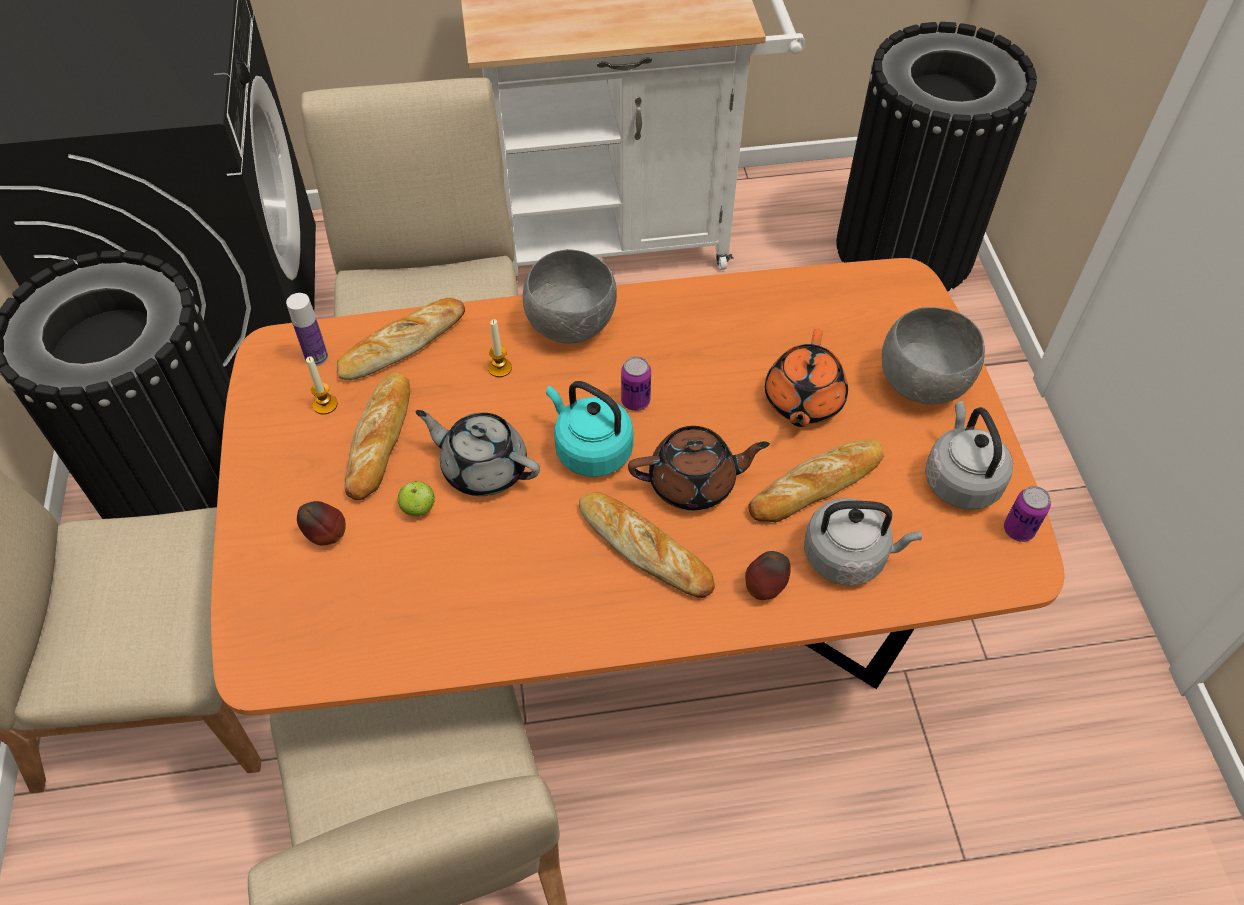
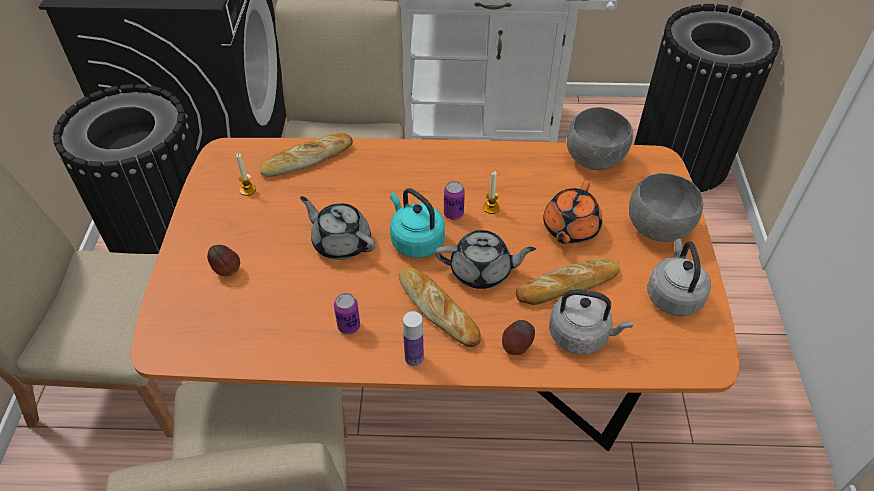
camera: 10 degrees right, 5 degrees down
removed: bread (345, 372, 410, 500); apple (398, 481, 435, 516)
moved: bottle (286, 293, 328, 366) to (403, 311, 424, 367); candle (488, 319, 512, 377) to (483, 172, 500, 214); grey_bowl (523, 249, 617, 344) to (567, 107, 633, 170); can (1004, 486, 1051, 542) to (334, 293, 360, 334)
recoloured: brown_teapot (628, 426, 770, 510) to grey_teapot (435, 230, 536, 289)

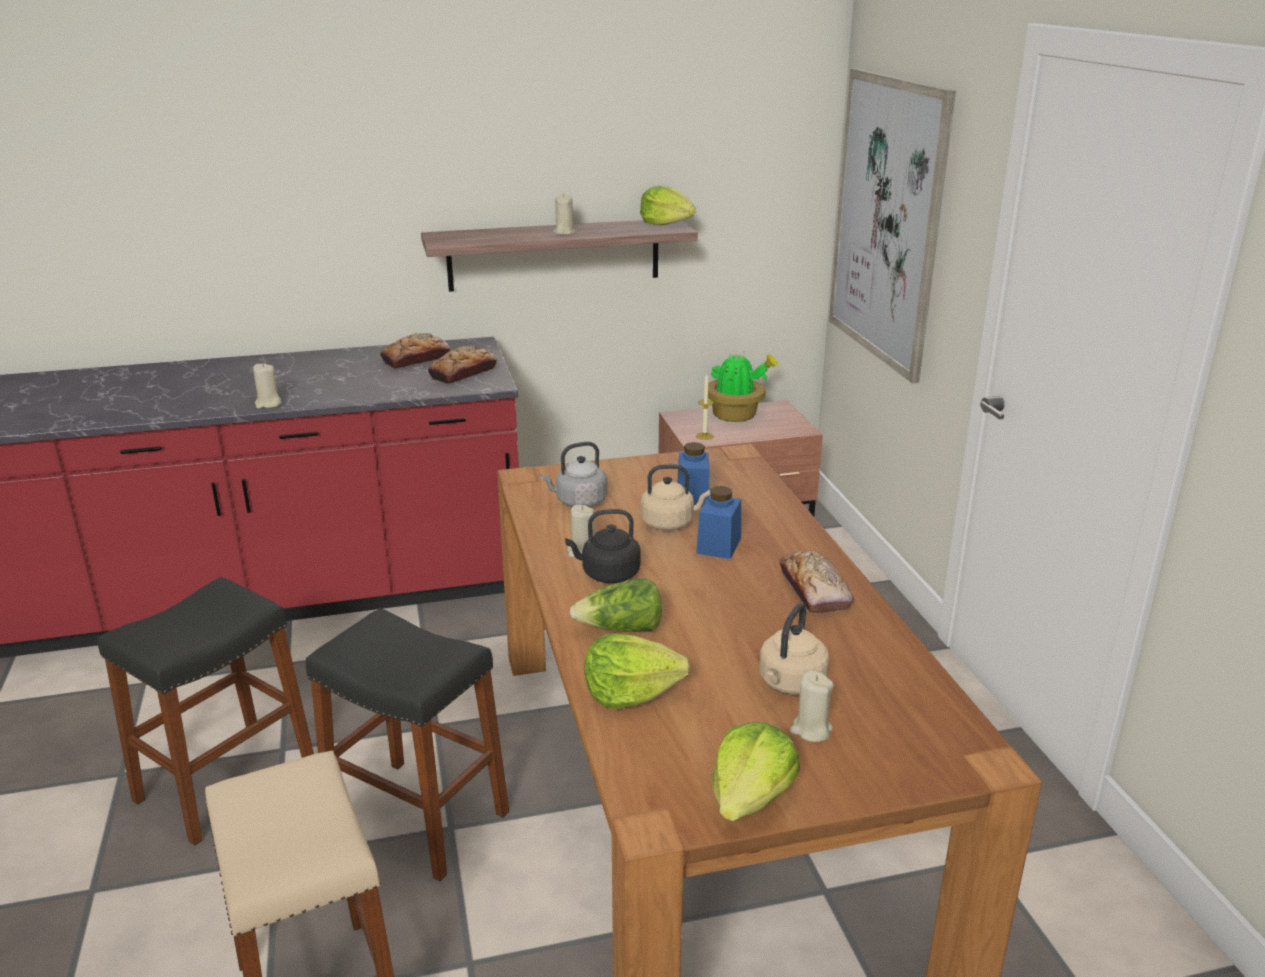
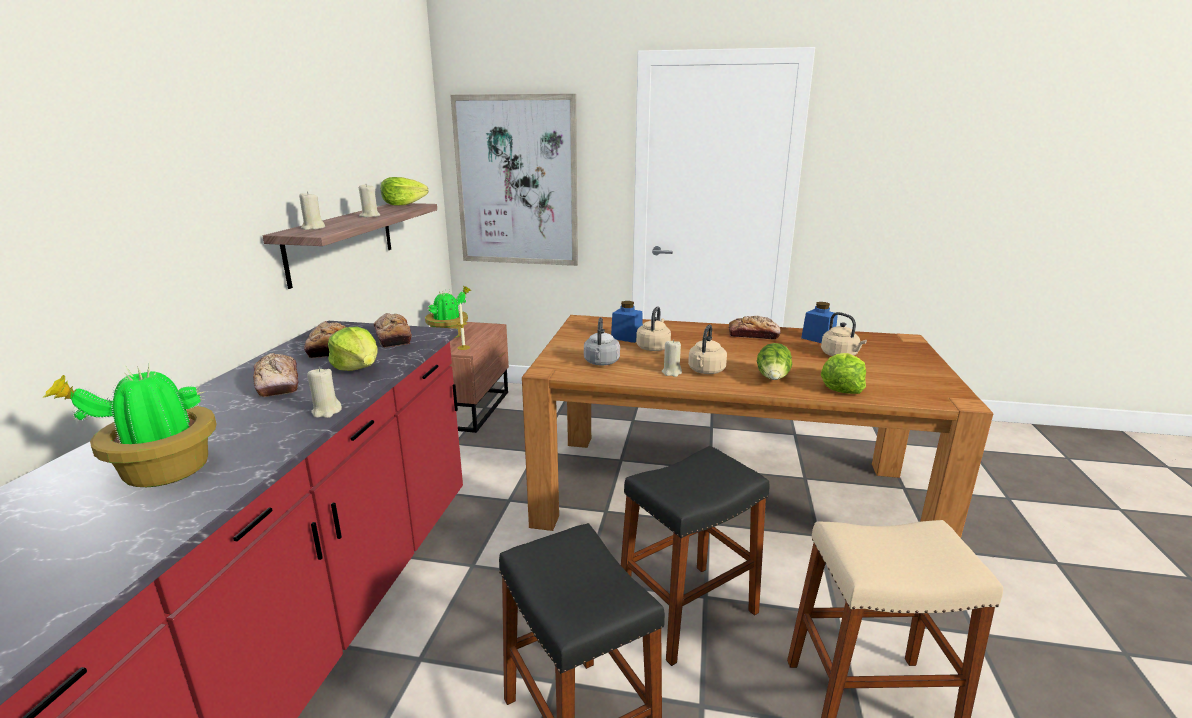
camera: 65 degrees left, 5 degrees down
added: potted_plant (42, 362, 217, 487); bread (253, 353, 299, 397)
moved: blue_jar (696, 486, 741, 559) to (801, 302, 838, 343); lettuce (712, 722, 800, 821) to (328, 326, 378, 371); beige_candle (790, 671, 834, 742) to (299, 191, 325, 230)
recoloured: black_kettle (565, 509, 640, 583) to beige_kettle (688, 324, 727, 374)

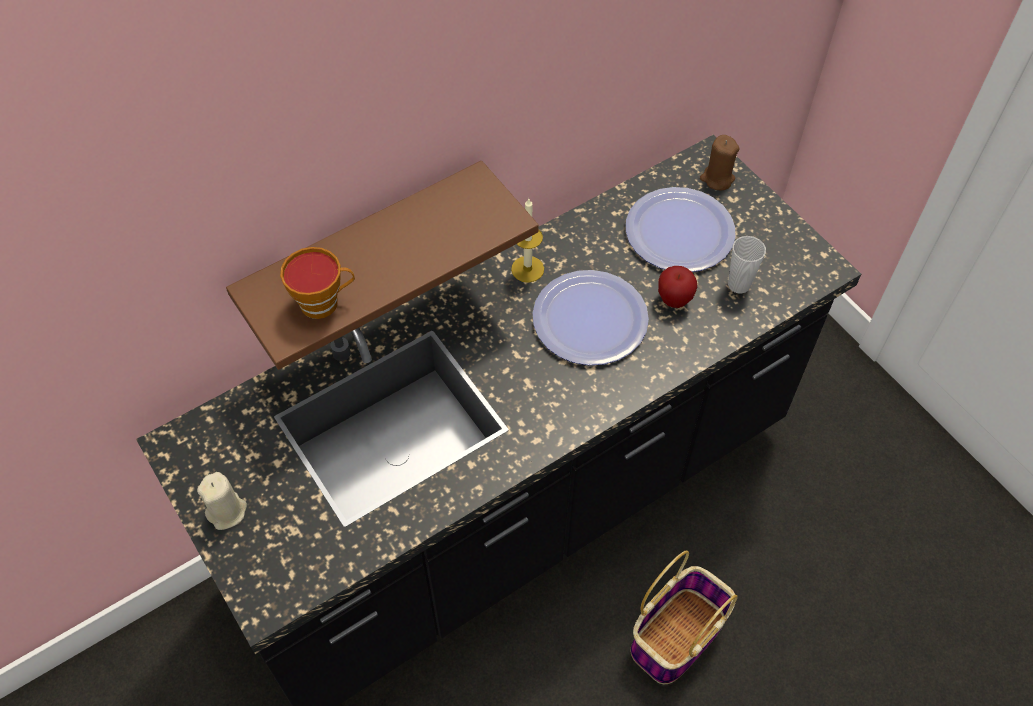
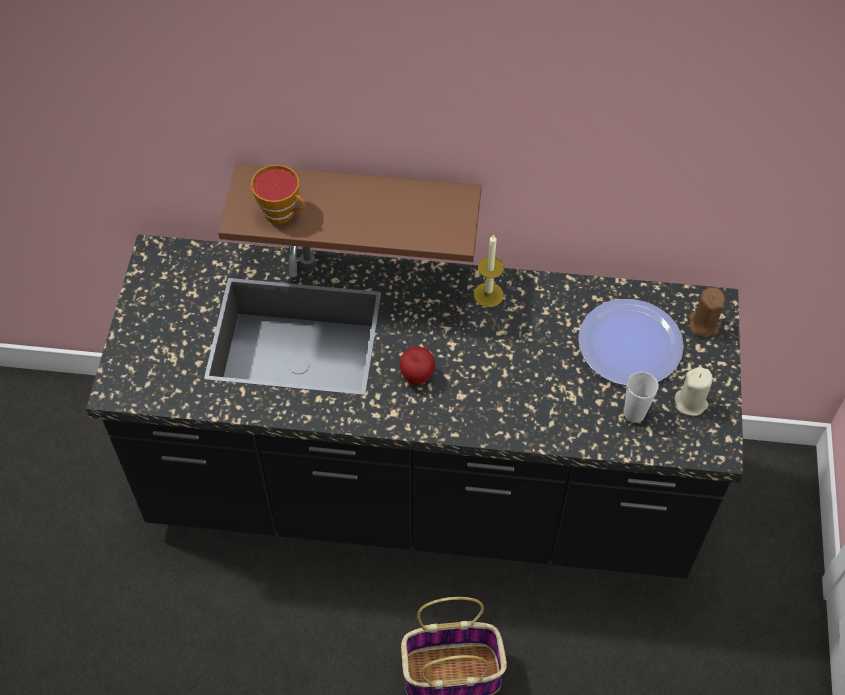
camera: 40 degrees right, 0 degrees up
removed: plate (533, 270, 649, 365)
moved: beige_candle (197, 472, 247, 530) to (675, 367, 713, 416); apple (658, 266, 697, 308) to (399, 346, 435, 385)

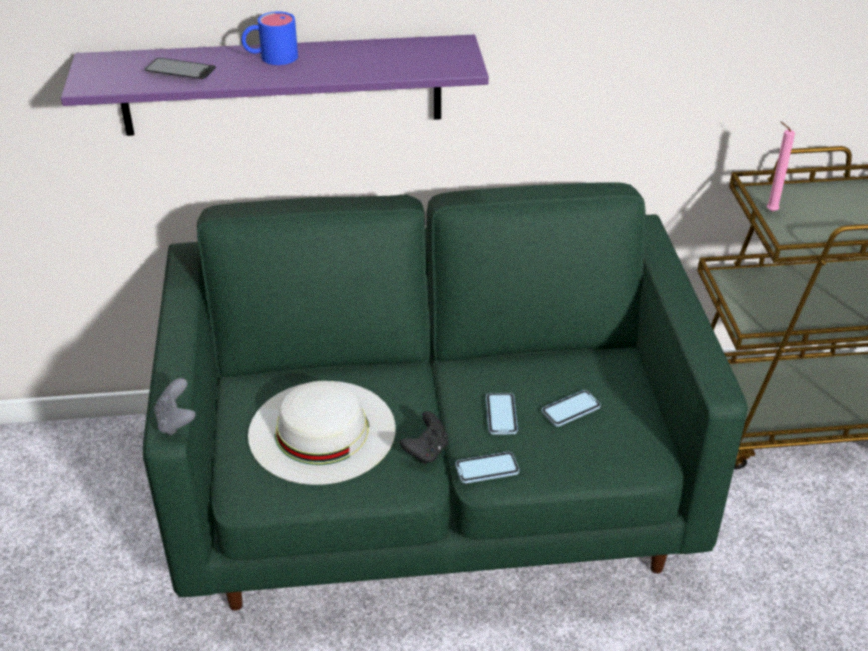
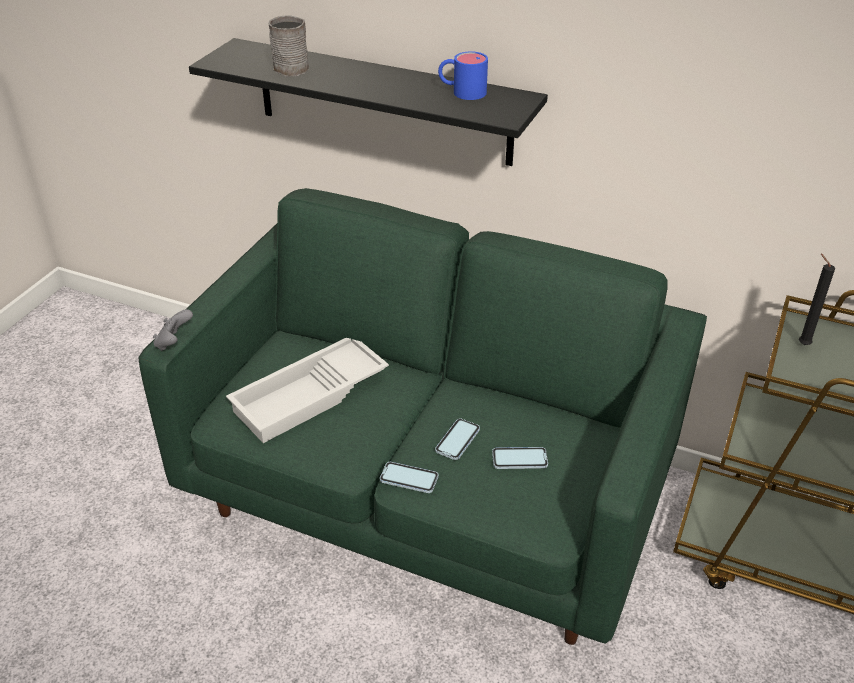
camera: 30 degrees right, 0 degrees up
removed: black_game_controller (399, 411, 448, 464)
moved: blue_mug (241, 12, 298, 65) to (438, 51, 488, 100)
replaced: phone (145, 58, 216, 79) to grey_mug (268, 16, 309, 76); white_hat (248, 381, 396, 485) to white_tray (226, 338, 389, 443)
recoloured: purple_shelf (61, 35, 489, 136) to black_shelf (189, 38, 548, 166); pink_candle (767, 122, 795, 212) to black_candle (799, 254, 835, 345)

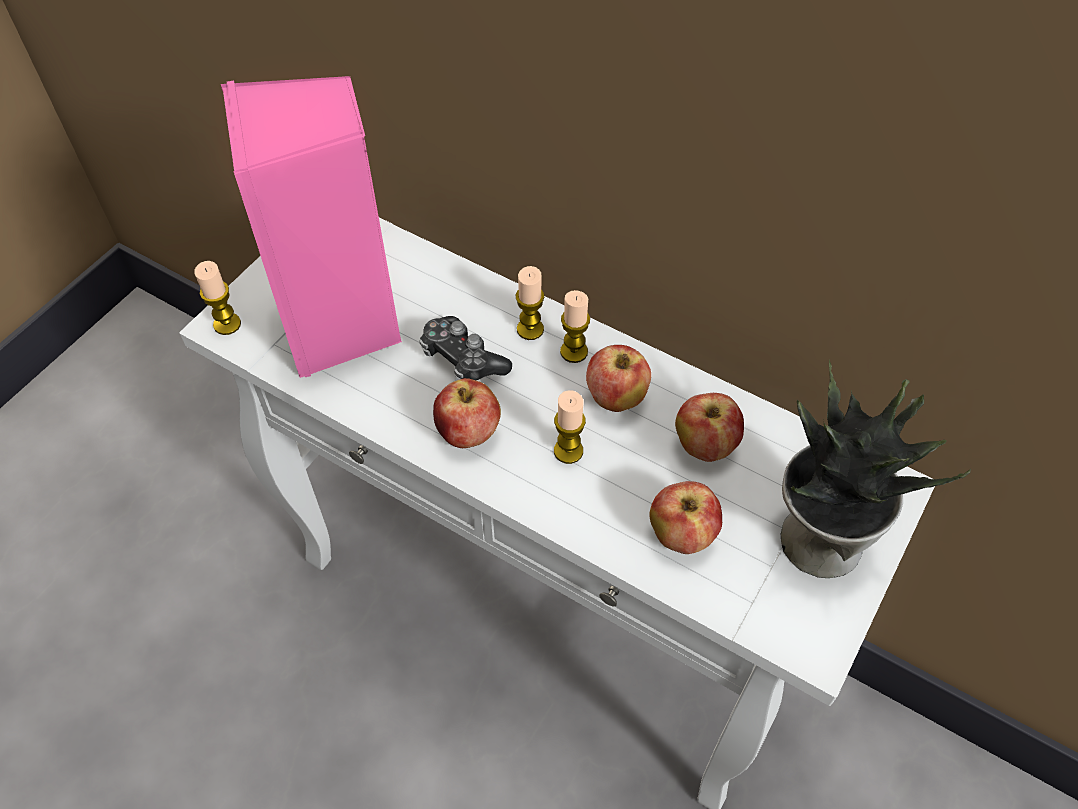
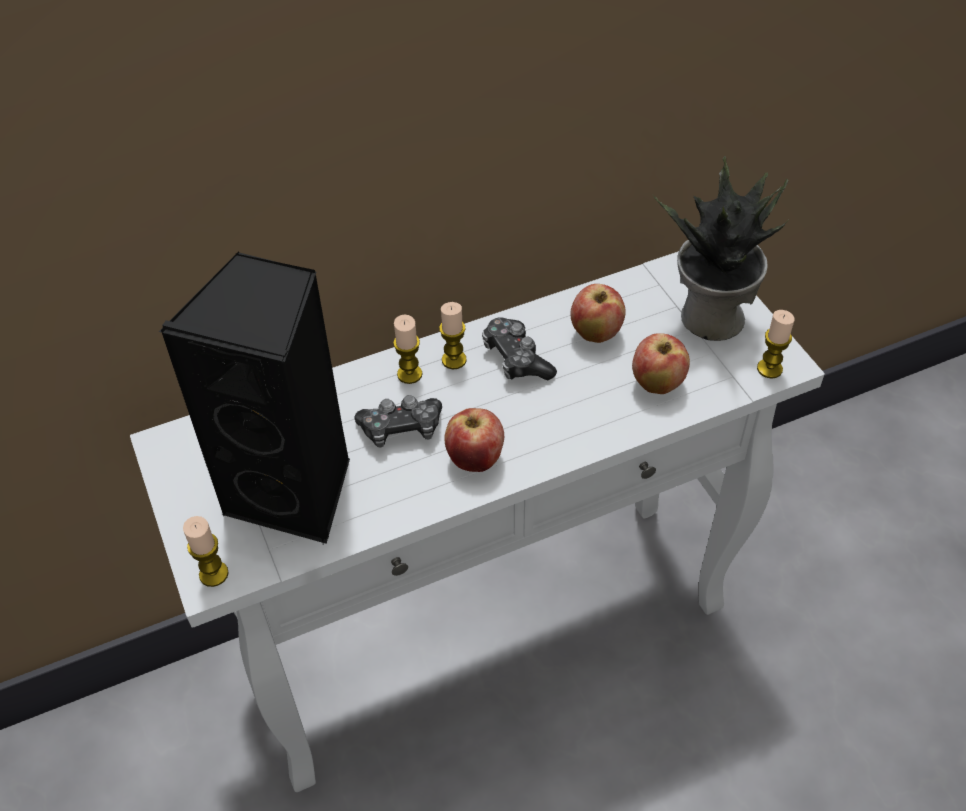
camera: 55 degrees left, 5 degrees down
moved: candle (554, 390, 586, 464) to (757, 310, 794, 379)
replaced: apple (586, 345, 651, 412) to game_controller (482, 317, 557, 380)
recoloured: pink_speaker (221, 76, 402, 378) to black_speaker (159, 252, 350, 544)

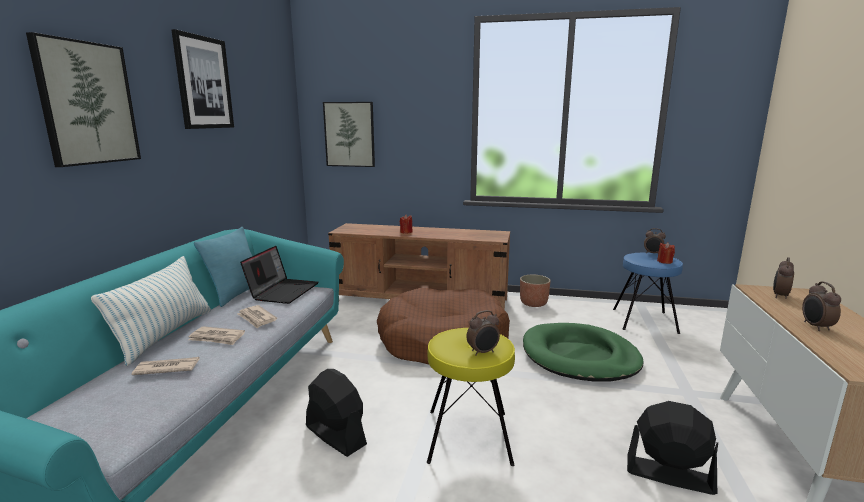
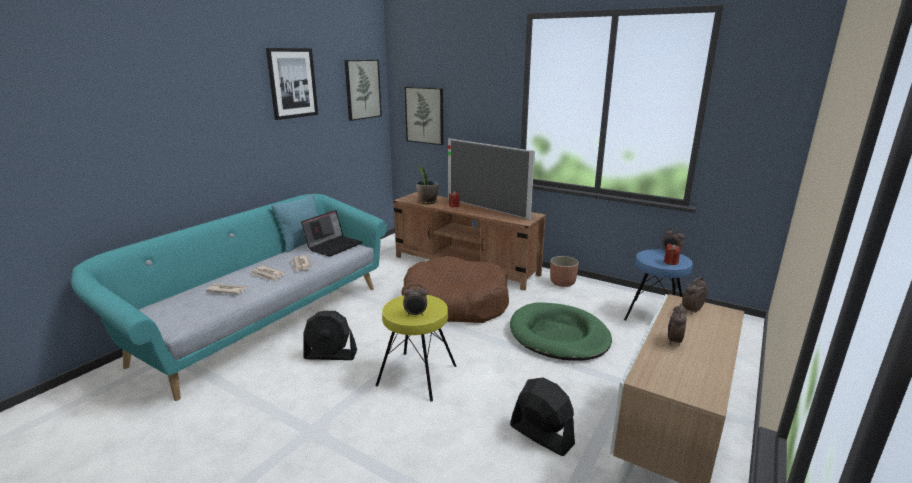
camera: 20 degrees right, 5 degrees up
removed: pillow (91, 256, 211, 366)
added: potted_plant (416, 162, 439, 204); television (448, 138, 535, 219)
moved: picture (26, 32, 141, 167) to (344, 60, 382, 121)
turned: black_fan (306, 369, 367, 457) = (303, 311, 357, 360) 120 degrees clockwise

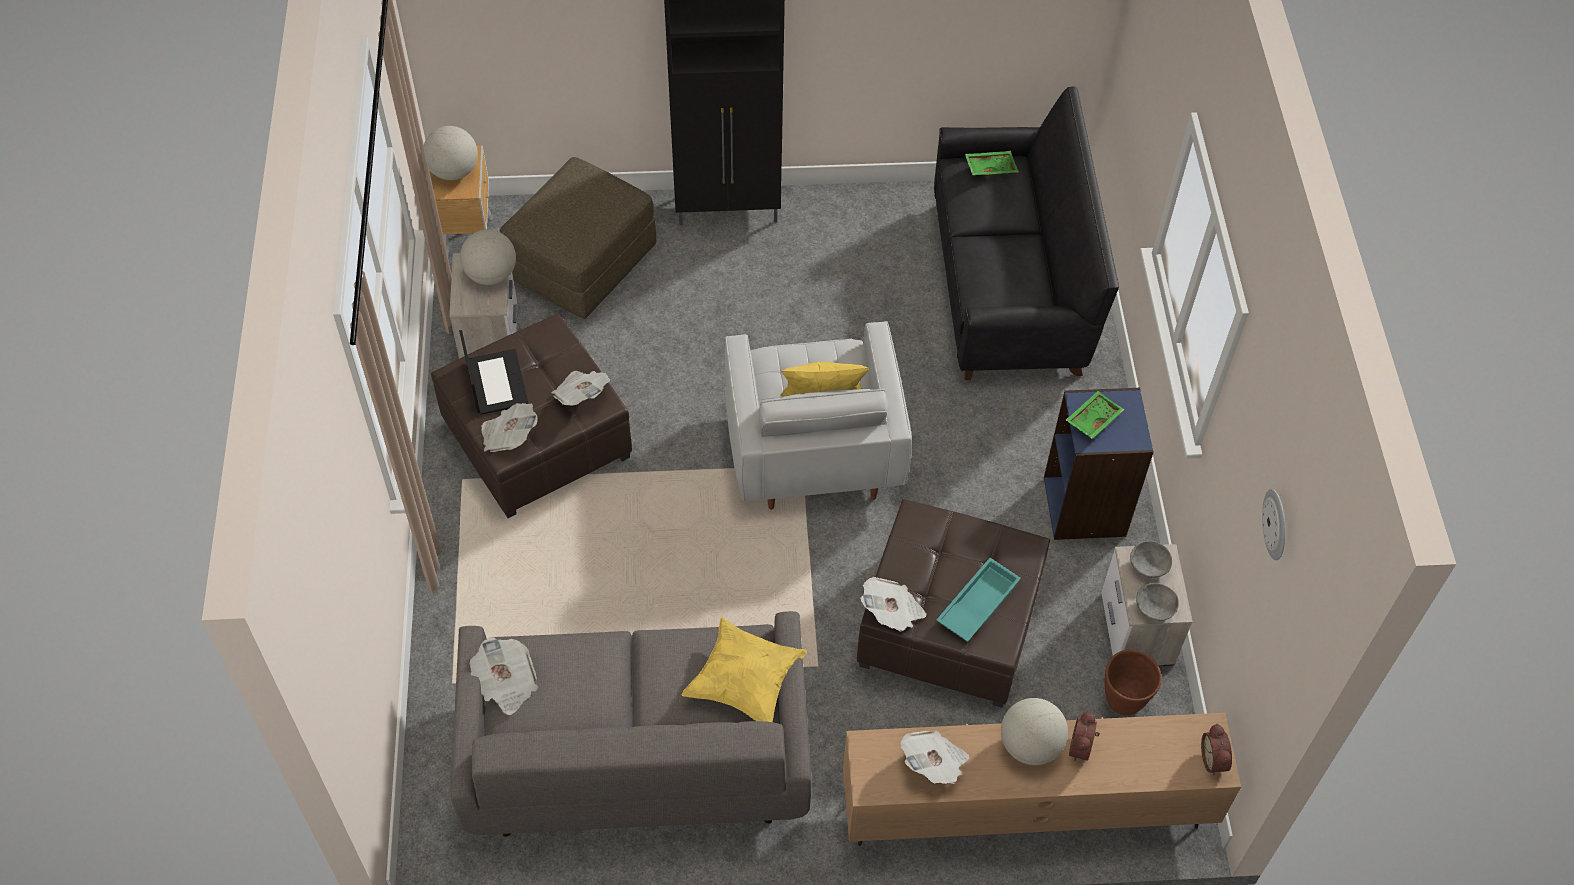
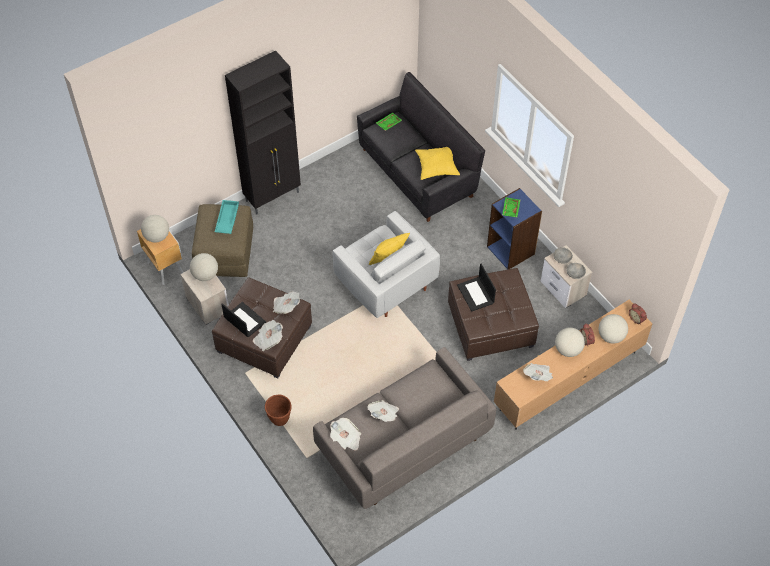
camera: 30 degrees left, 0 degrees up
removed: wall_clock (1262, 489, 1286, 560)
added: laptop (457, 264, 496, 312); globe (599, 314, 628, 344)
moved: yellow_pillow (681, 618, 807, 722) to (415, 147, 460, 180); newspaper (860, 577, 926, 631) to (368, 400, 399, 422); turquoise_tray (936, 558, 1021, 642) to (215, 200, 239, 234); brown_planter (1104, 650, 1162, 715) to (265, 394, 291, 426)

